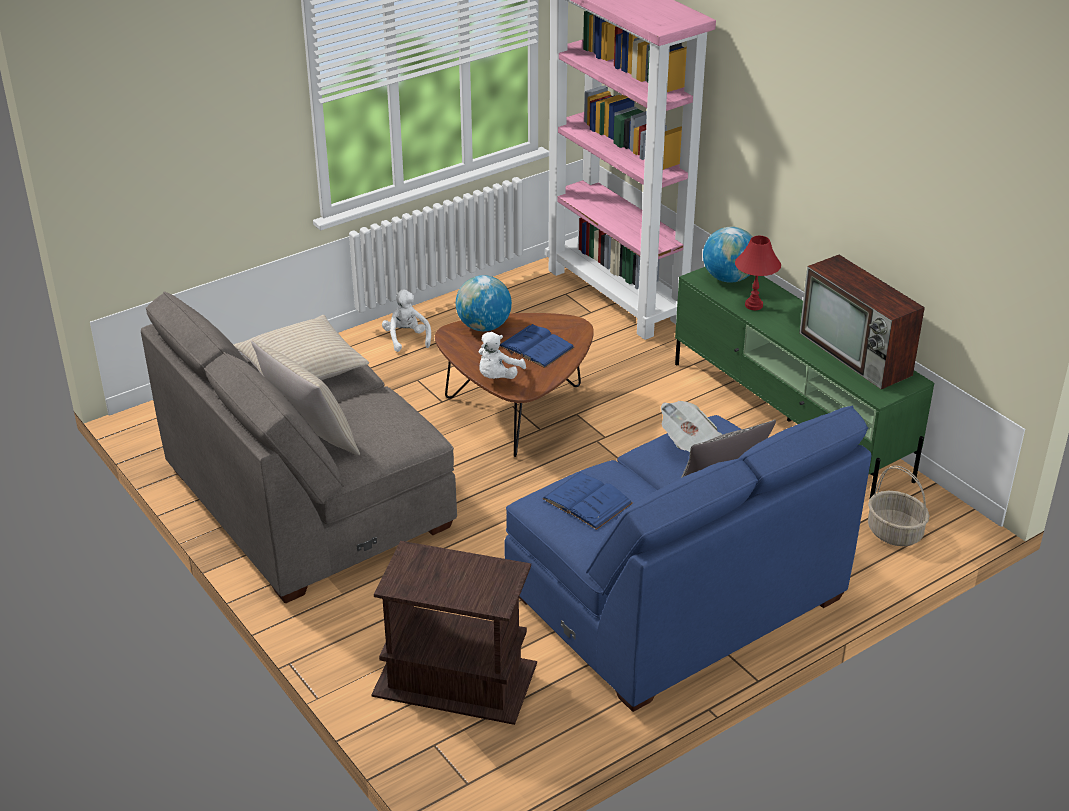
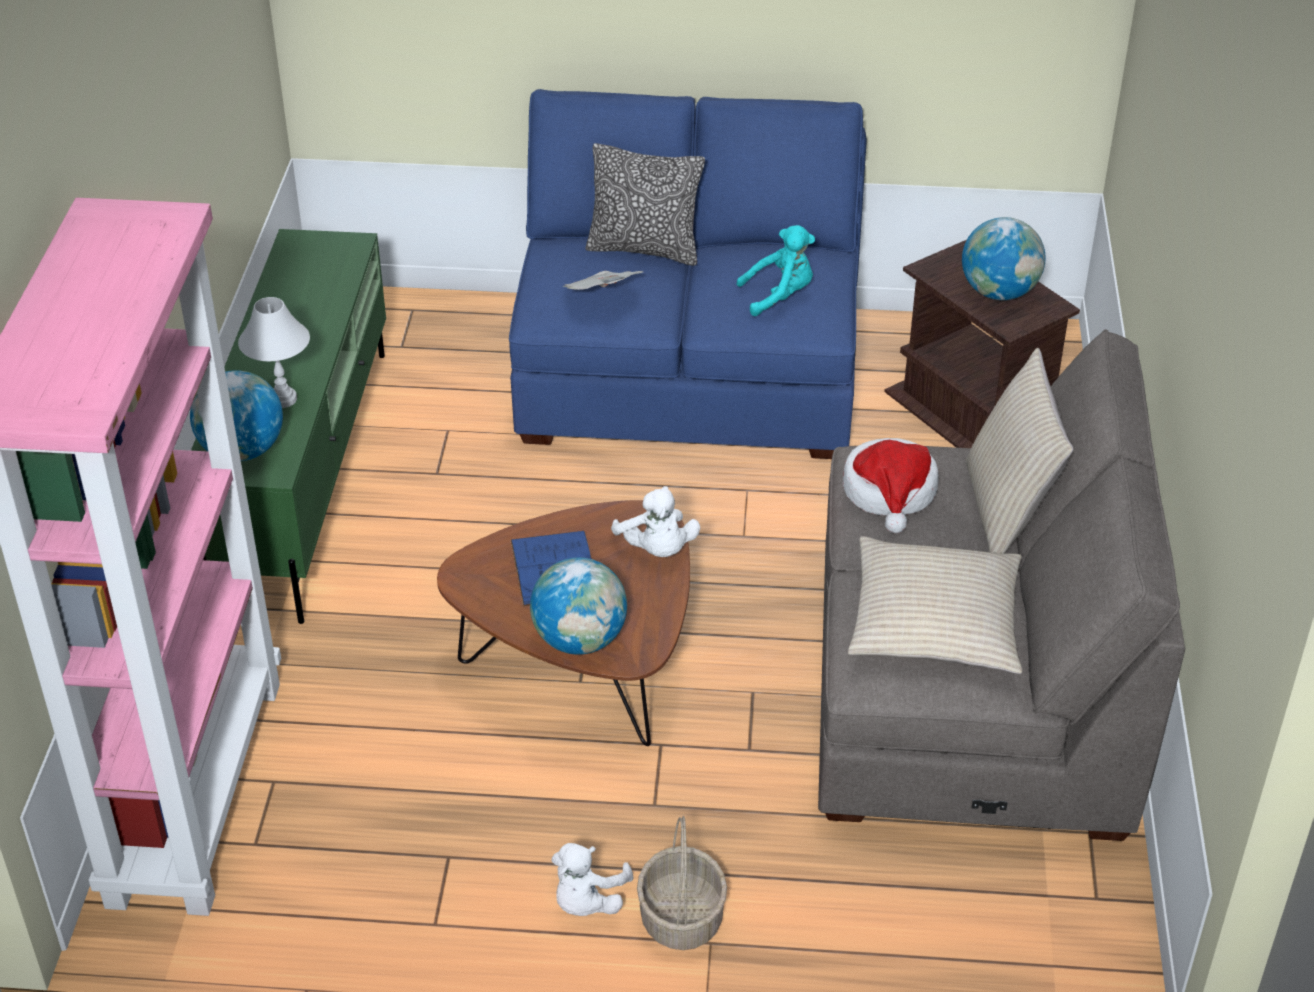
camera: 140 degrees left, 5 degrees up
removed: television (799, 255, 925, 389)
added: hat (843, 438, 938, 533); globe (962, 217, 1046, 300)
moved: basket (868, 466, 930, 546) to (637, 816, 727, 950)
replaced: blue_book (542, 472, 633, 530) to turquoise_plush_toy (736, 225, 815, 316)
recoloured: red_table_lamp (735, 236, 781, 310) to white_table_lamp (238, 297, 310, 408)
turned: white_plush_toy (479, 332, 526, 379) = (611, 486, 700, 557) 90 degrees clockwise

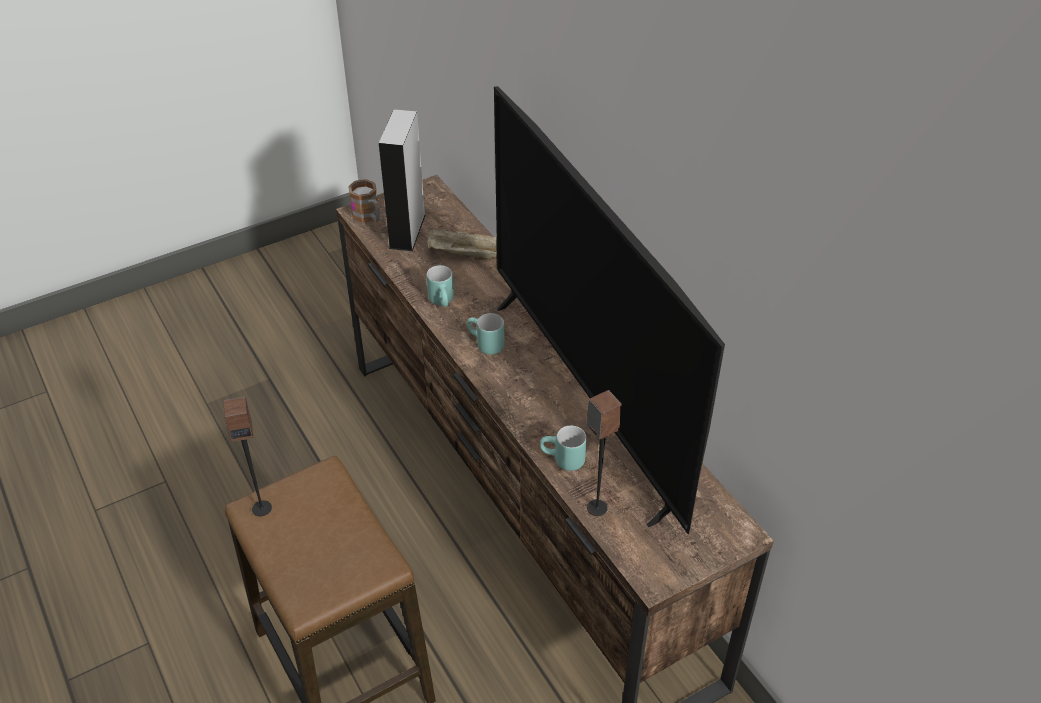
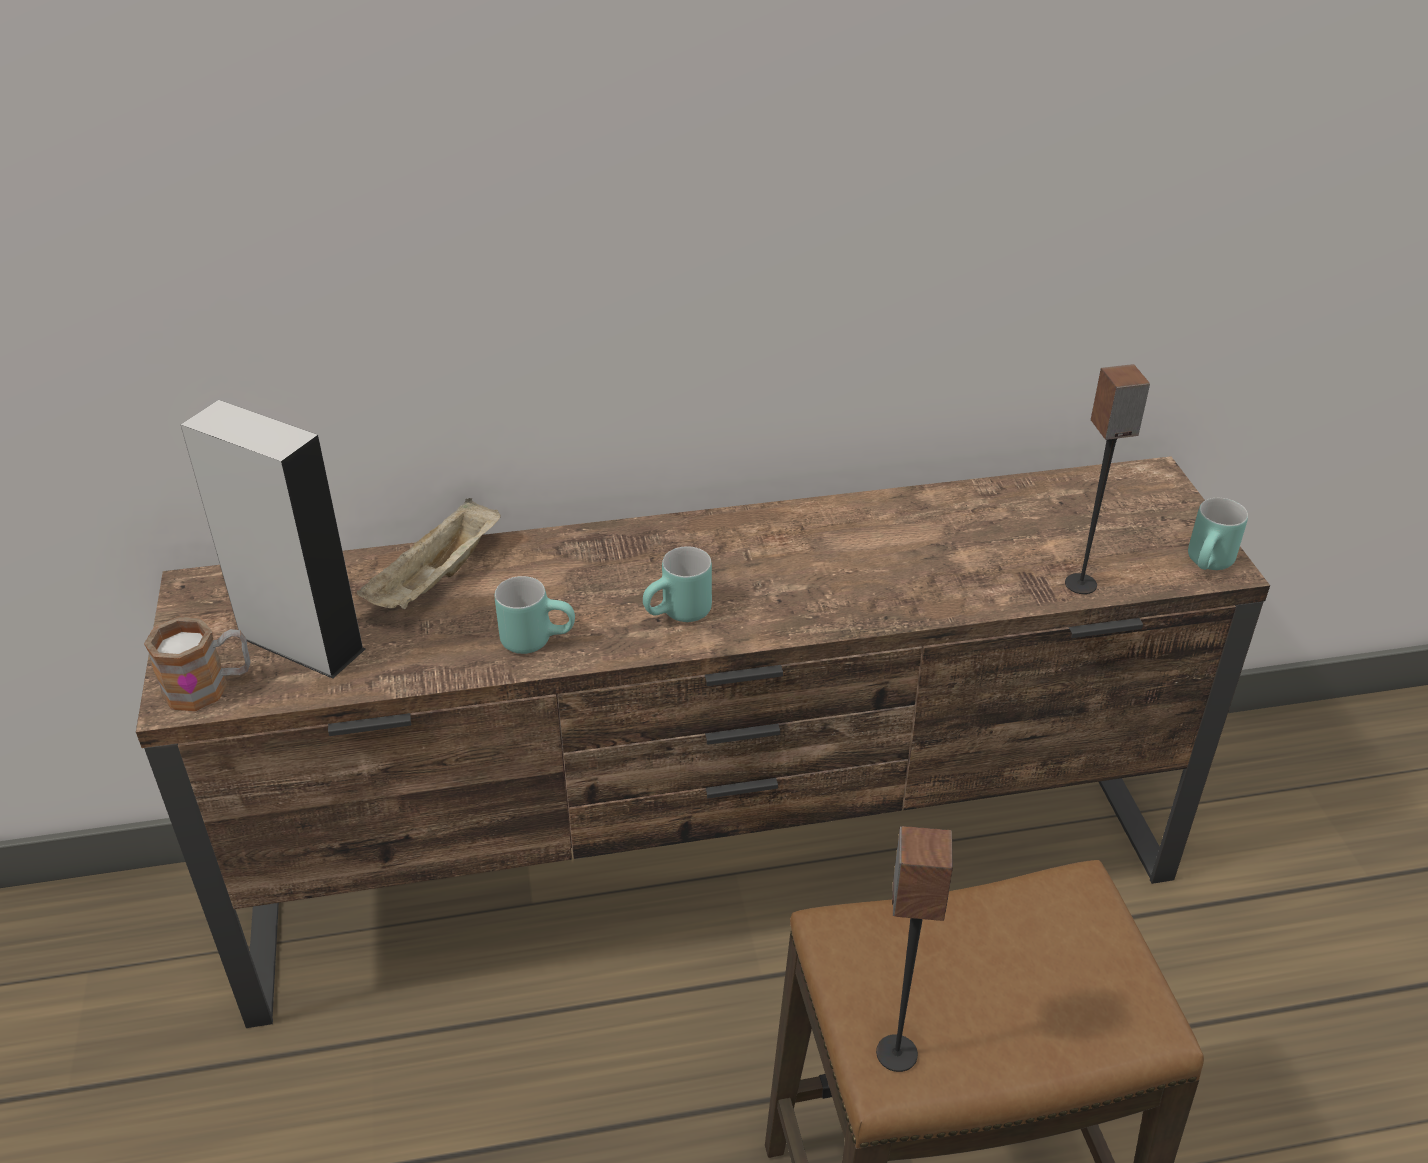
camera: 70 degrees left, 5 degrees down
removed: television (494, 86, 725, 535)
moved: turquoise_mug (540, 426, 587, 471) to (1188, 498, 1248, 570)

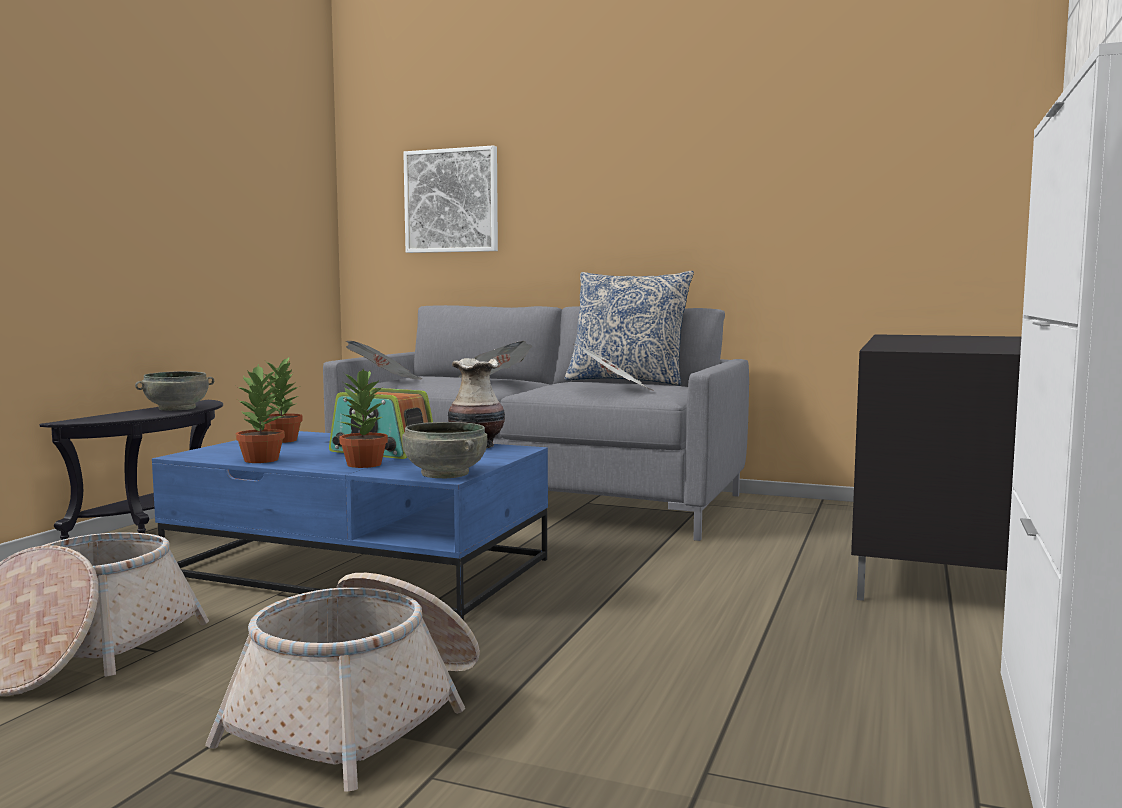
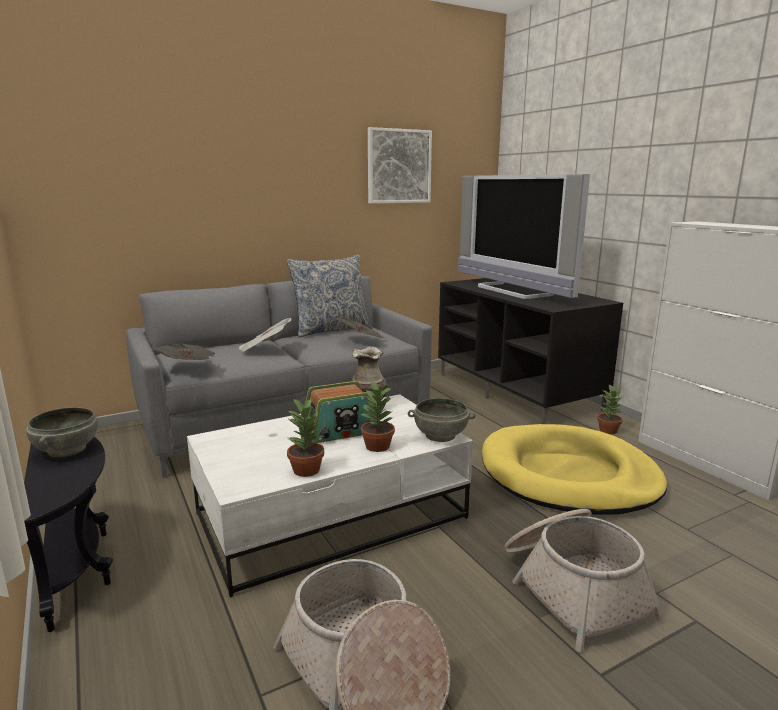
camera: 50 degrees left, 10 degrees up
added: television (458, 174, 590, 299); yellow_dog_bed (482, 424, 667, 515)
moved: potted_plant (263, 356, 303, 443) to (597, 384, 623, 434); picture (403, 145, 498, 253) to (368, 127, 432, 204)
recoloured: blue_coffee_table (152, 431, 548, 620) to white_coffee_table (187, 394, 473, 597)

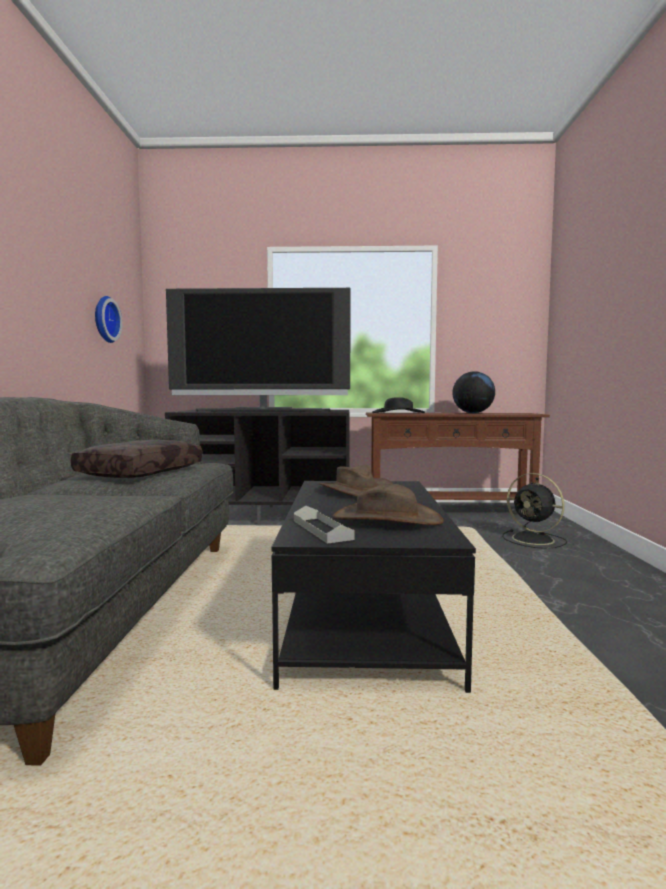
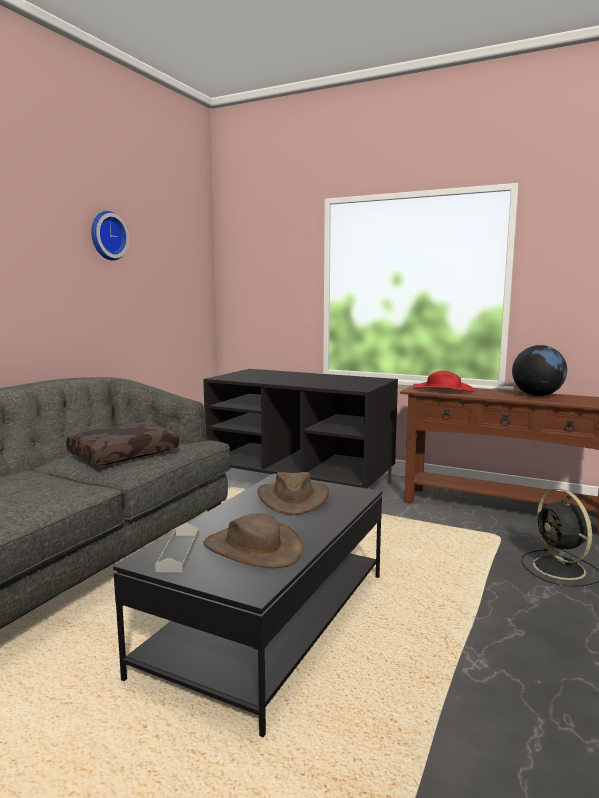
camera: 25 degrees right, 5 degrees up
removed: television (166, 288, 351, 412)
moved: wall_clock (95, 296, 122, 343) to (91, 211, 129, 261)
recoloured: black_hat (372, 397, 425, 413) to red_hat (413, 371, 475, 392)

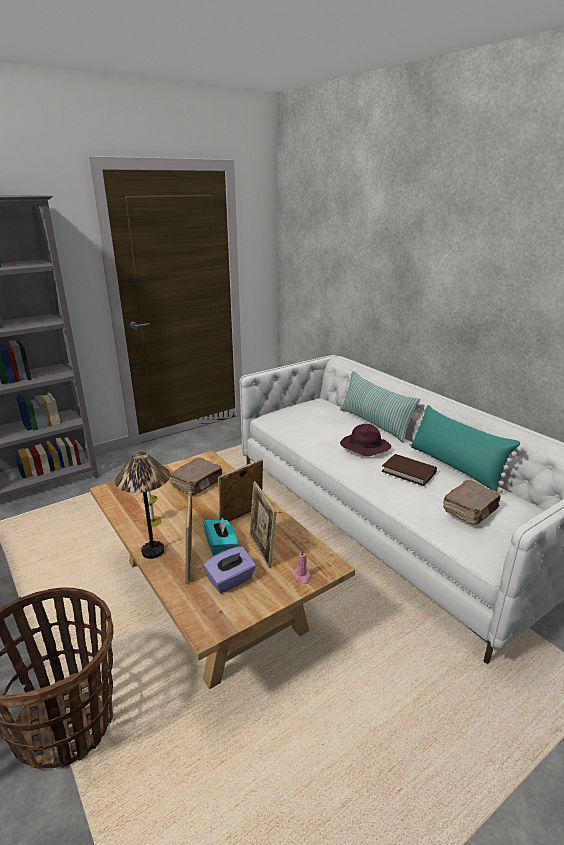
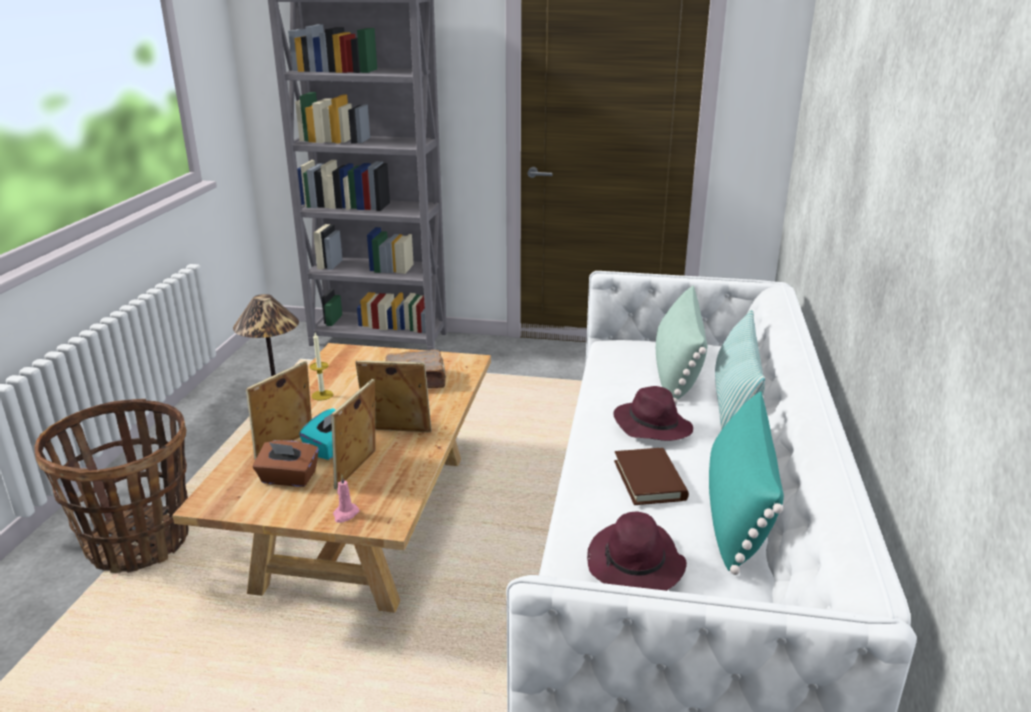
camera: 45 degrees right, 0 degrees up
added: green_pillow (656, 285, 707, 405)
replaced: brown_book (443, 480, 501, 525) to purple_hat (587, 512, 687, 591)
recoloured: purple_tissue_box (203, 546, 256, 593) to brown_tissue_box (253, 440, 319, 487)

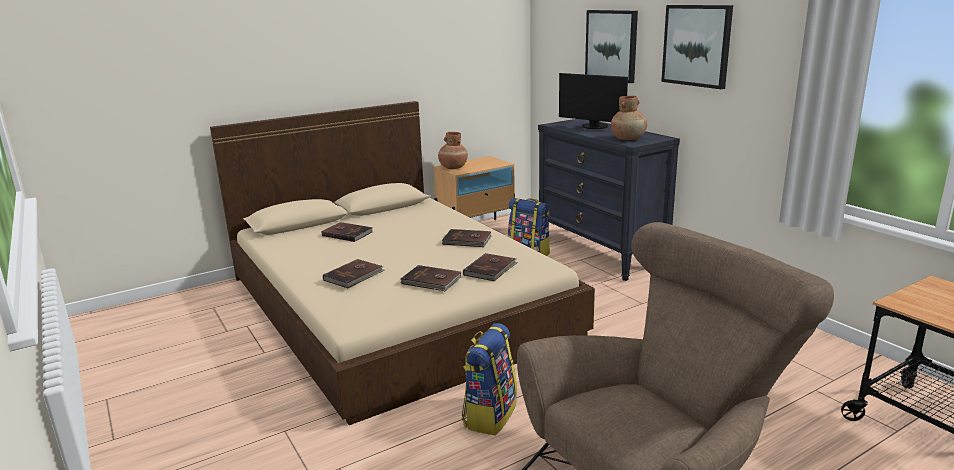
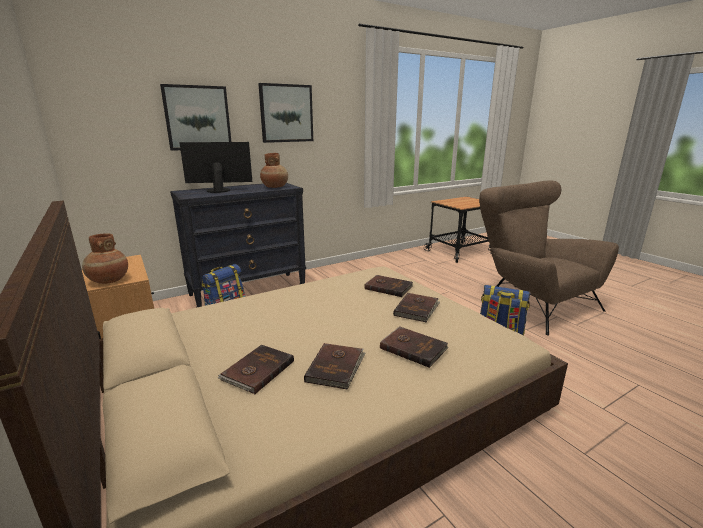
camera: 90 degrees left, 0 degrees up
moved: brown_book (442, 229, 492, 247) to (304, 343, 366, 390)
turned: monitor (559, 73, 628, 129) = (179, 142, 252, 193) 135 degrees counterclockwise

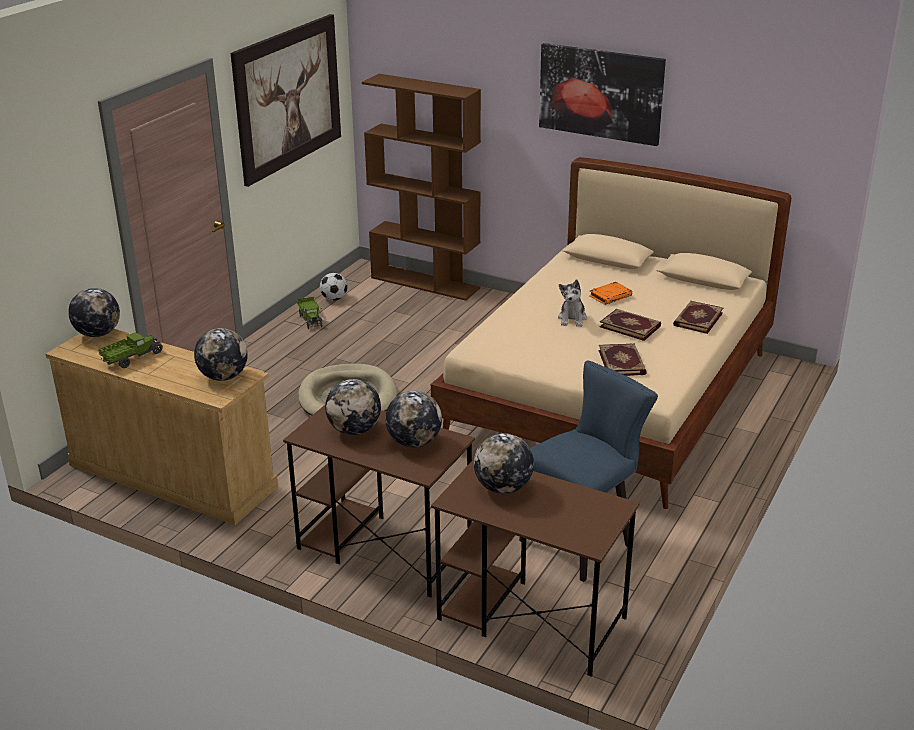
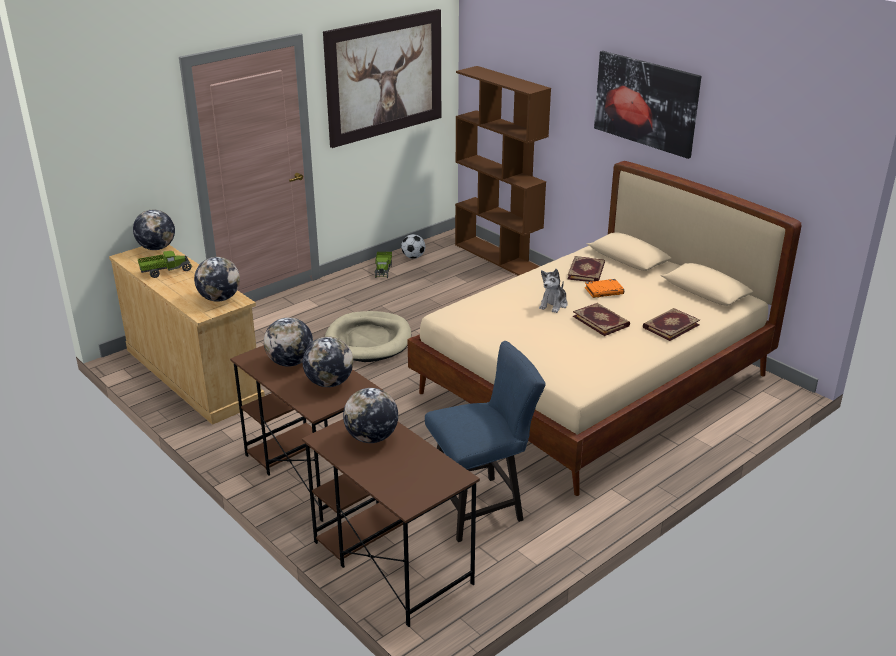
camera: 20 degrees right, 0 degrees up
moved: book (598, 343, 647, 376) to (568, 256, 605, 282)

